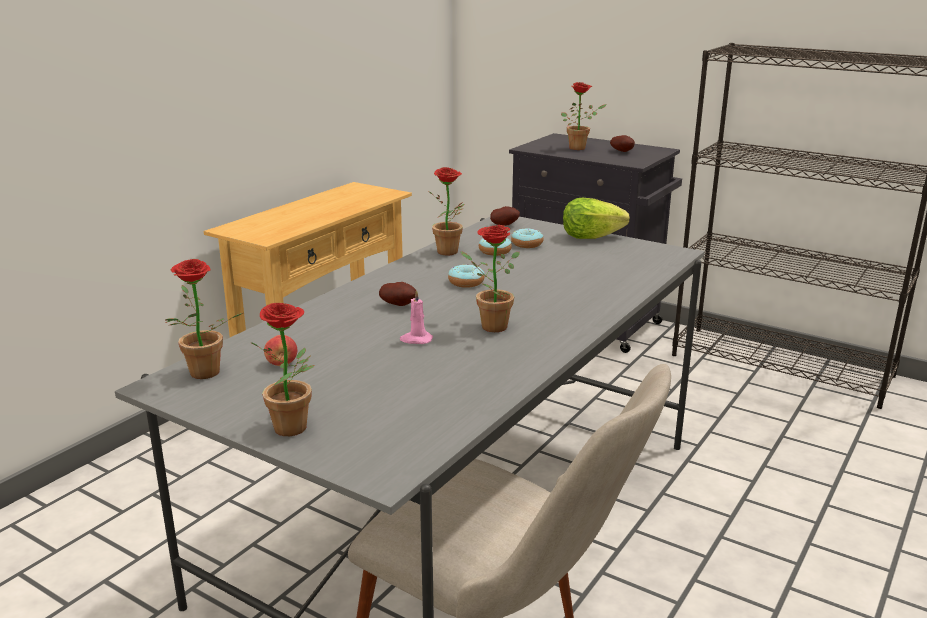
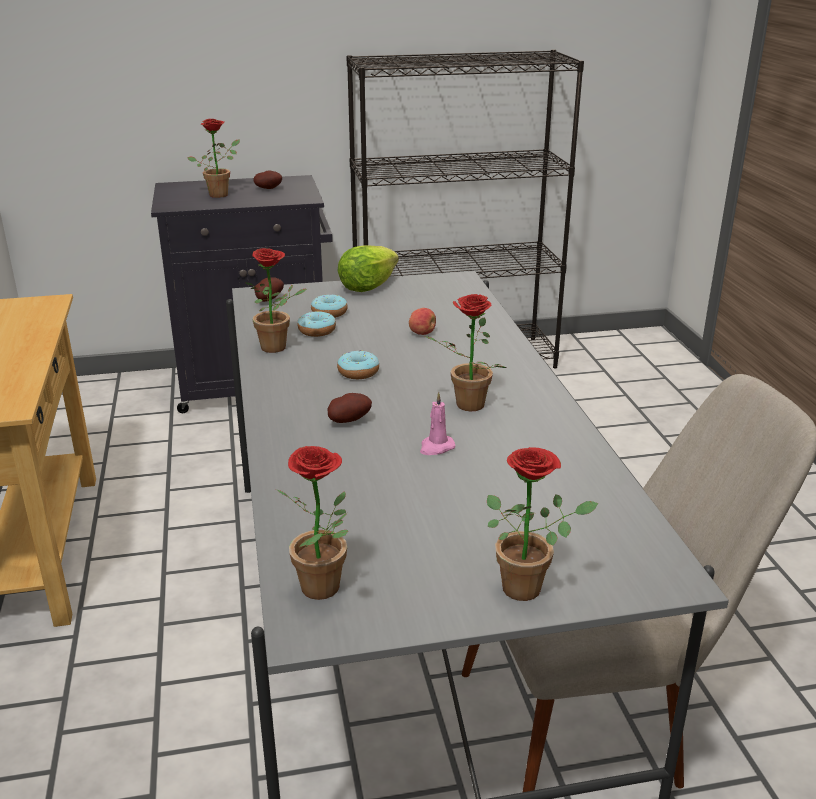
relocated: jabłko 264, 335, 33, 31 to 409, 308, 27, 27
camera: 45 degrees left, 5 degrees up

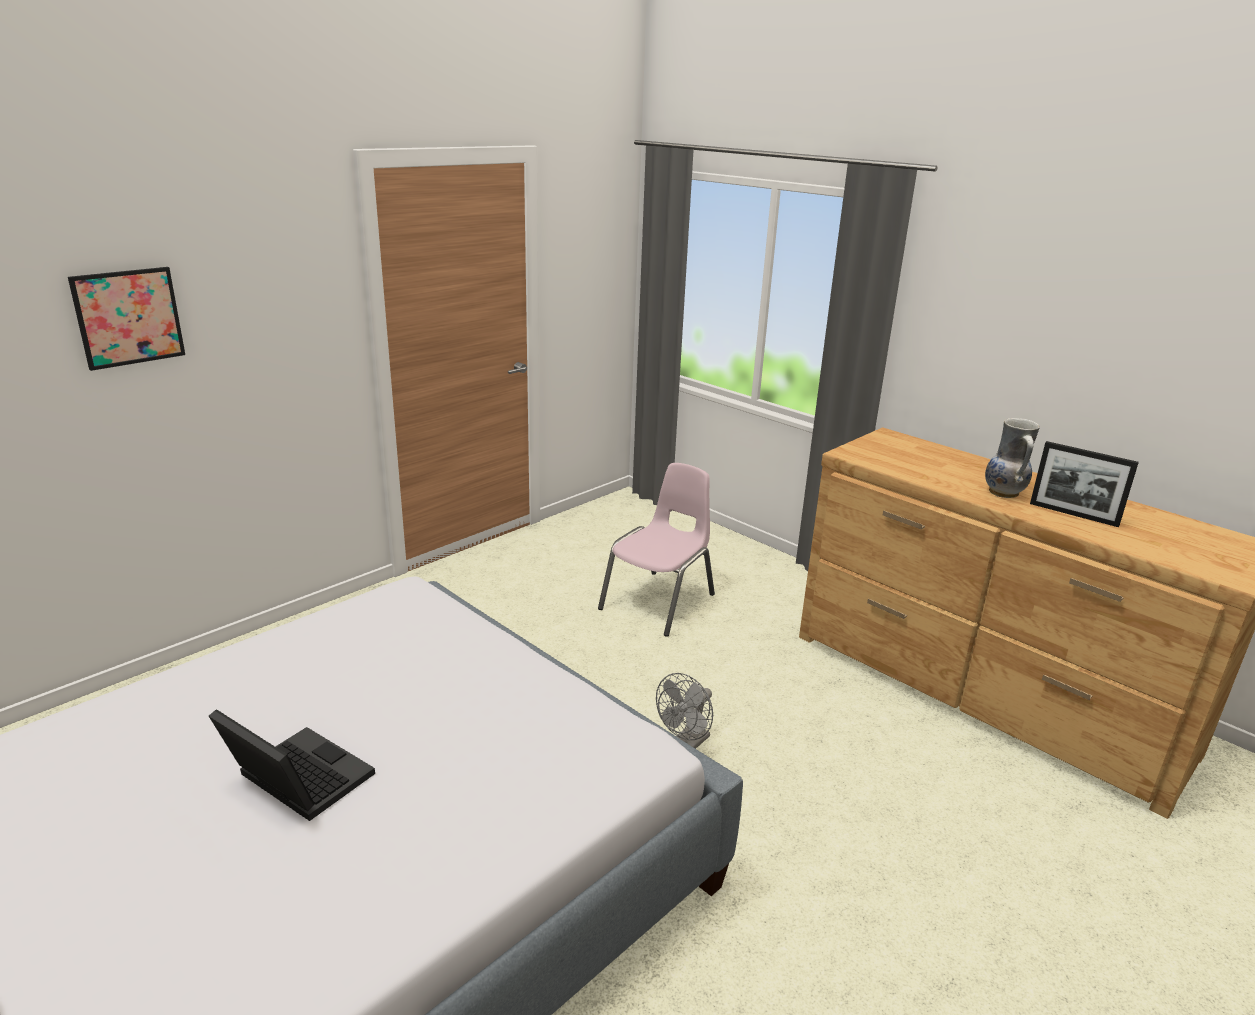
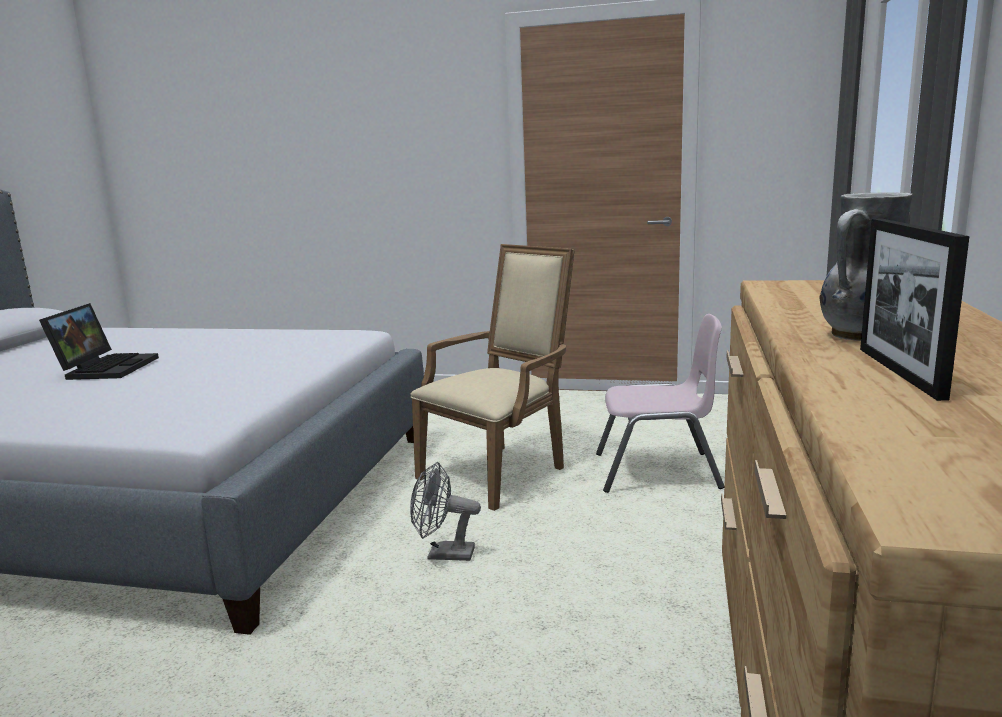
missing: obraz 68, 267, 117, 104
appeared: fotel/beżowy 410, 244, 165, 267
camera: 60 degrees right, 10 degrees down

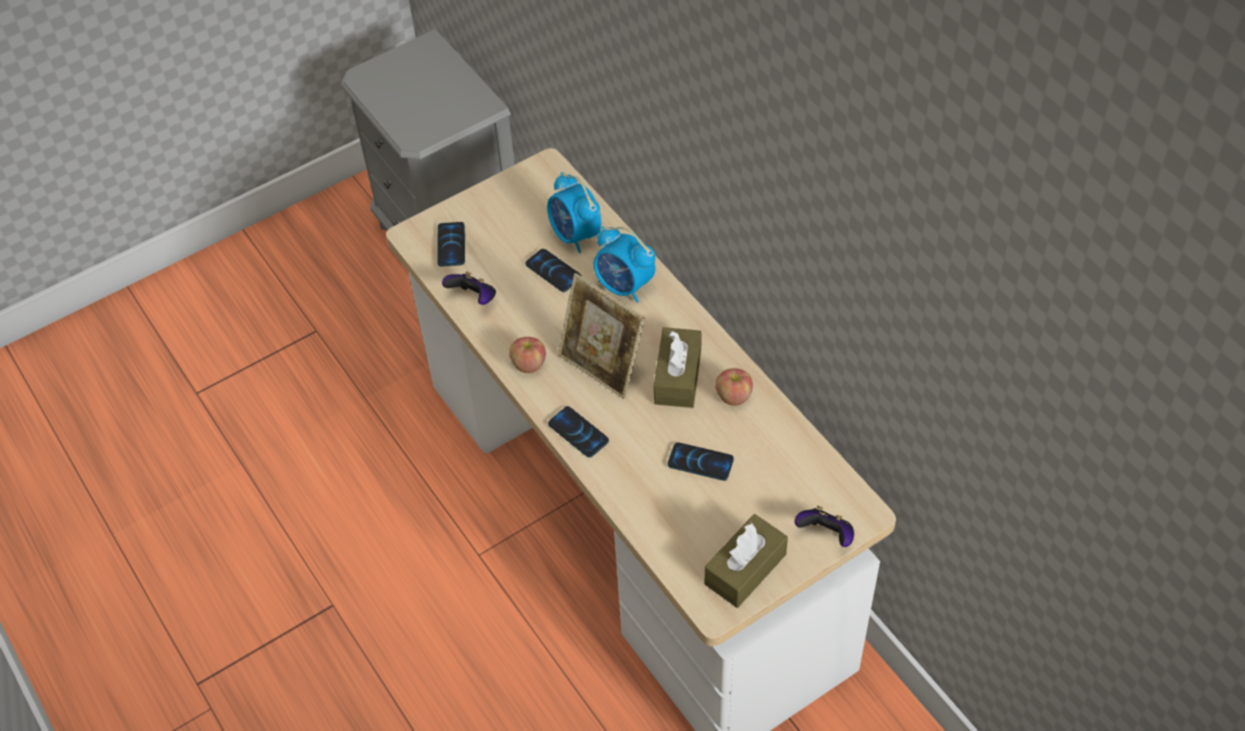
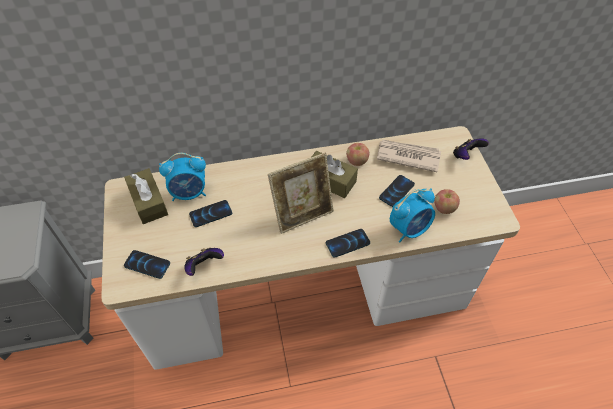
appeared: gazeta 377, 140, 64, 32
relocated: jabłko 509, 337, 37, 36 to 434, 189, 26, 25; budzik 594, 226, 61, 77 to 390, 188, 45, 54; pudełko chusteczek/brązowy 704, 514, 84, 94 to 124, 168, 44, 56
camera: 70 degrees left, 0 degrees up

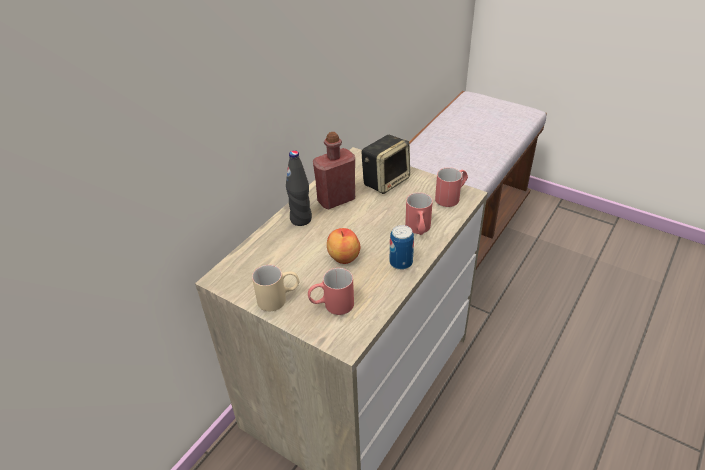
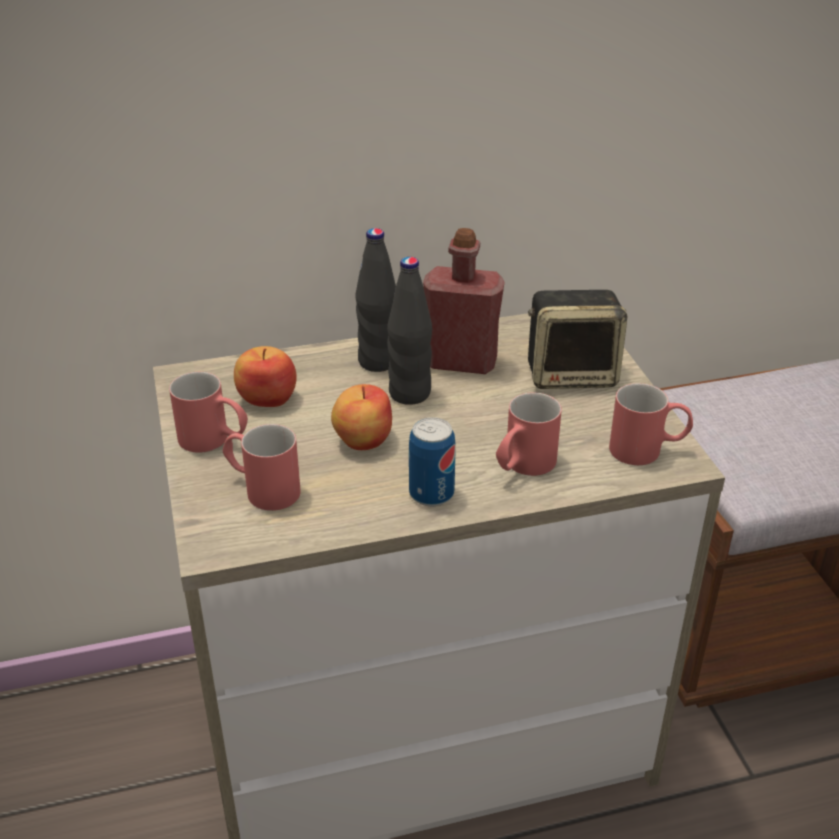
appeared: jabłko 234, 346, 63, 61; butelka/czarny 387, 257, 45, 148
colour: kubek/beżowy 252, 265, 47, 46 to kubek/czerwony 169, 372, 79, 81
camera: 40 degrees right, 5 degrees down

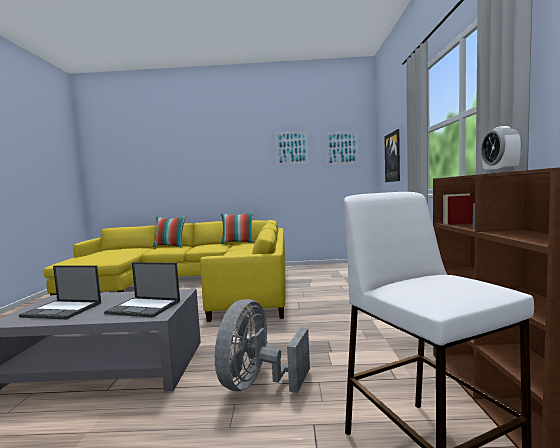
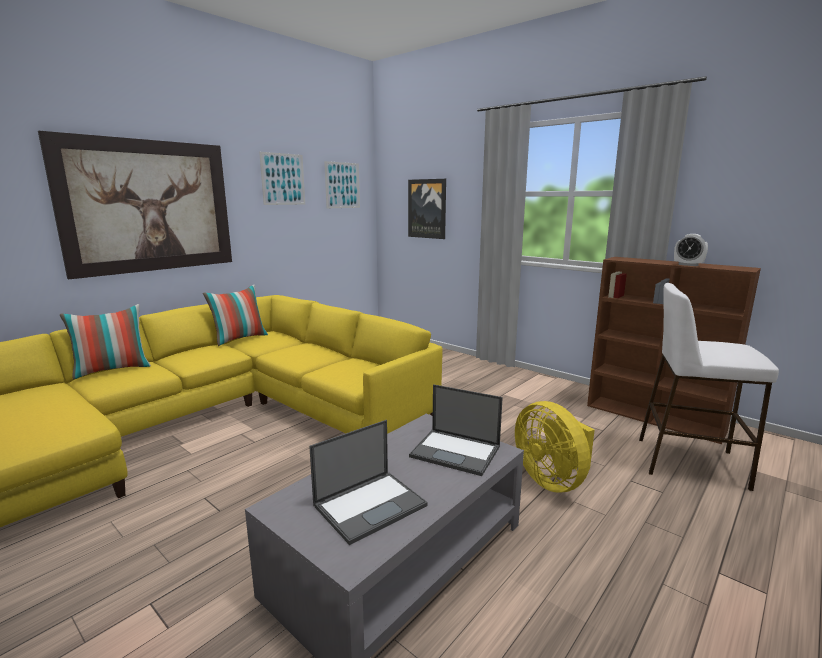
appeared: obraz 38, 131, 194, 148
colour: wentylator/szary 215, 299, 95, 94 to wentylator/żółty 515, 401, 80, 92
spun: laptop 104, 262, 76, 56 = 409, 384, 94, 92 60 degrees clockwise
camera: 50 degrees left, 10 degrees up

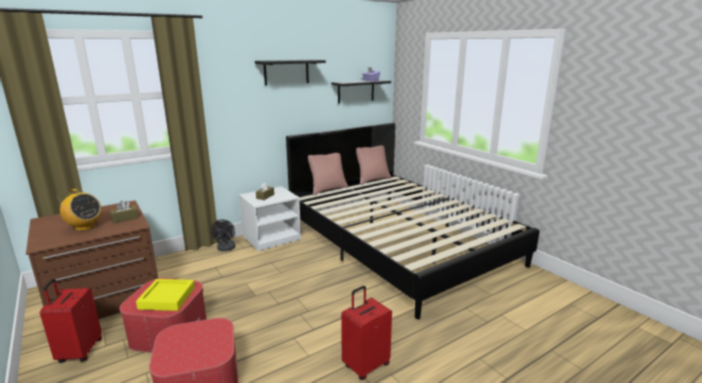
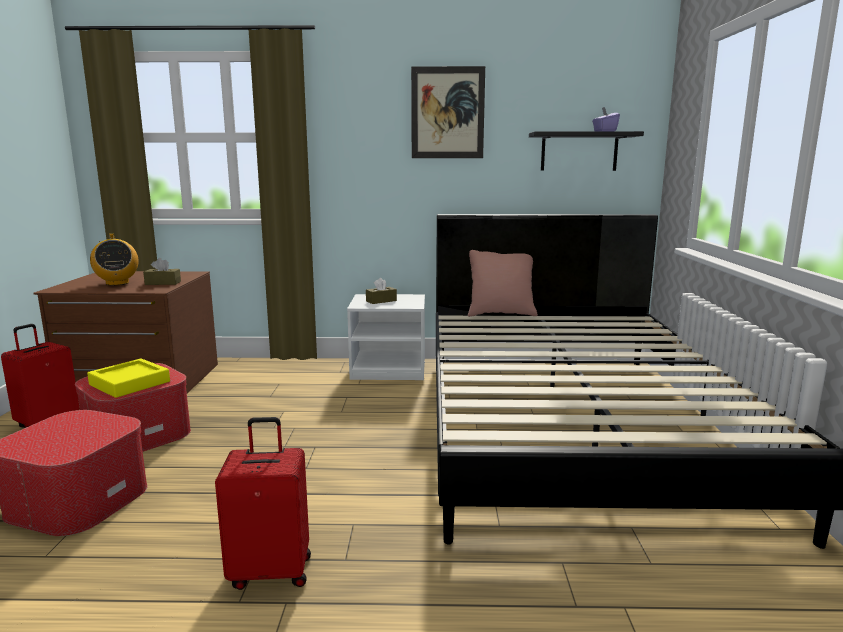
missing: wentylator/czarny 210, 220, 26, 31; poduszka/różowy 356, 145, 35, 40
exchanged: półka/czarny 255, 60, 71, 26 to obraz 411, 66, 74, 92
camera: 35 degrees right, 5 degrees down

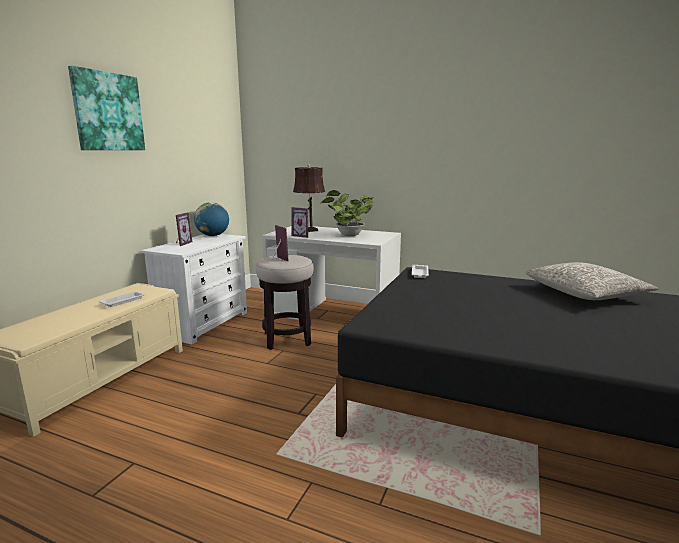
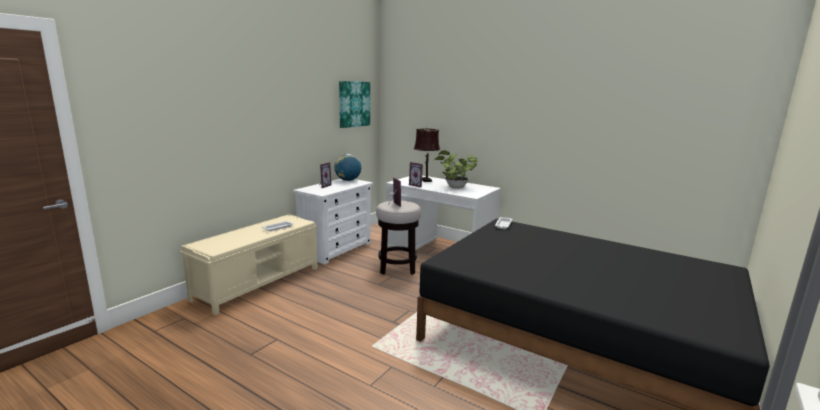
missing: poduszka/szary 526, 262, 133, 38
relocated: obraz 68, 66, 77, 84 to 339, 81, 31, 47
camera: 10 degrees right, 0 degrees up

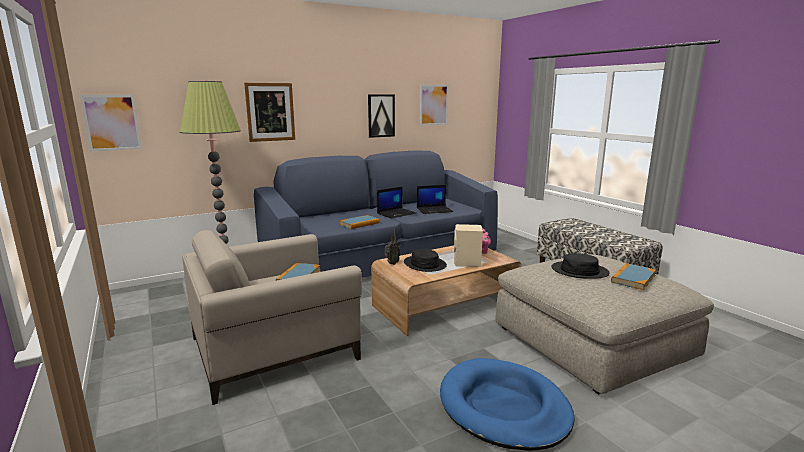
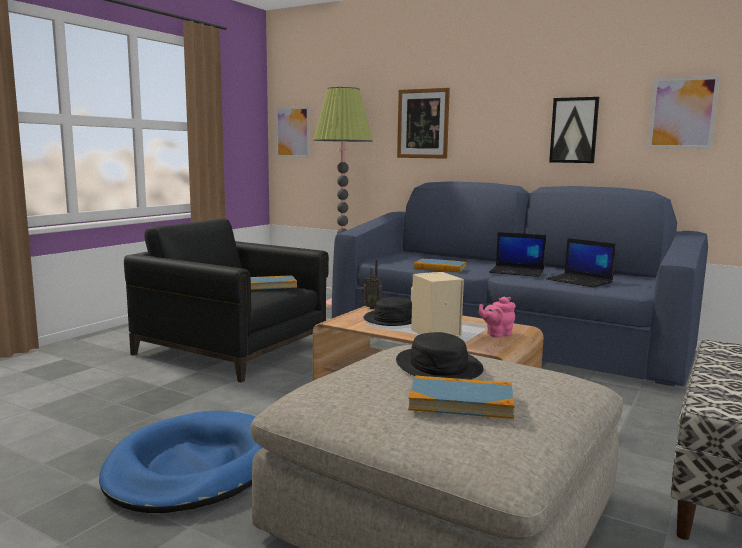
colour: fotel/beżowy 182, 230, 180, 175 to fotel/czarny 124, 218, 205, 165
camera: 60 degrees right, 5 degrees down

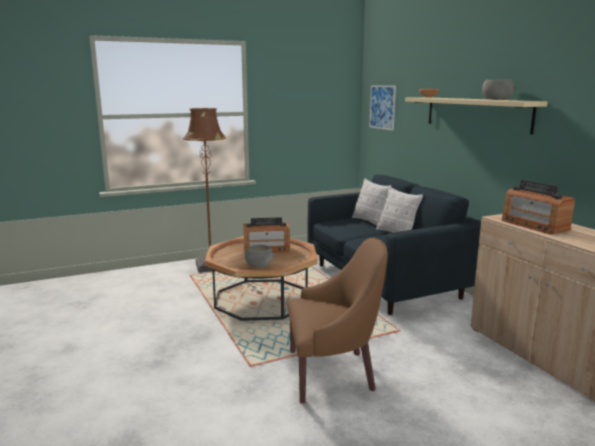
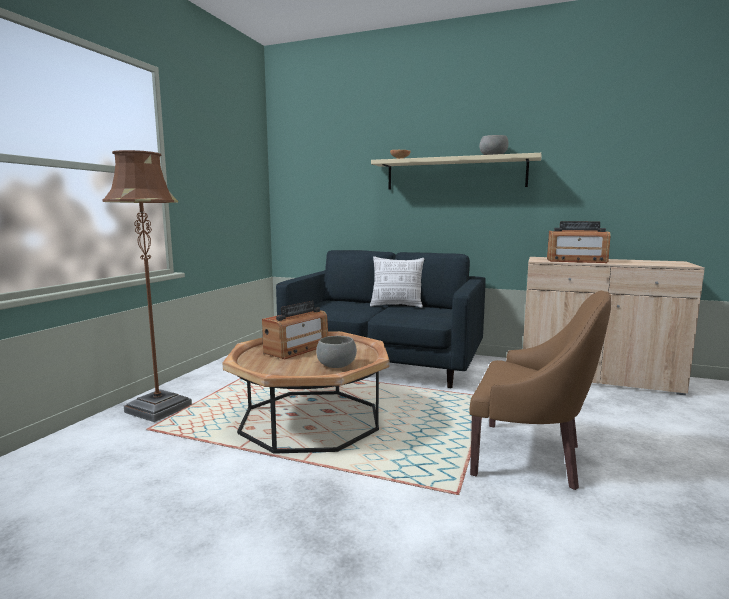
missing: poduszka 352, 178, 40, 48; obraz 369, 86, 27, 44
spun: fotel/brązowy 288, 238, 100, 165 = 469, 291, 142, 199 75 degrees clockwise
camera: 45 degrees left, 5 degrees down

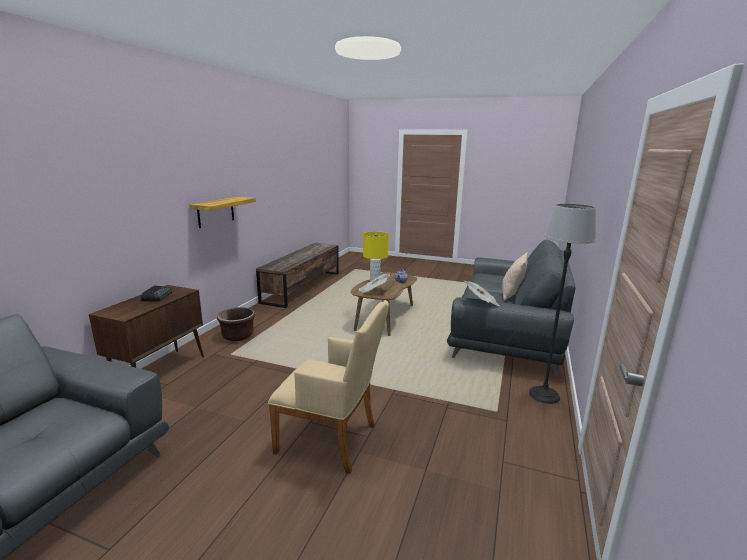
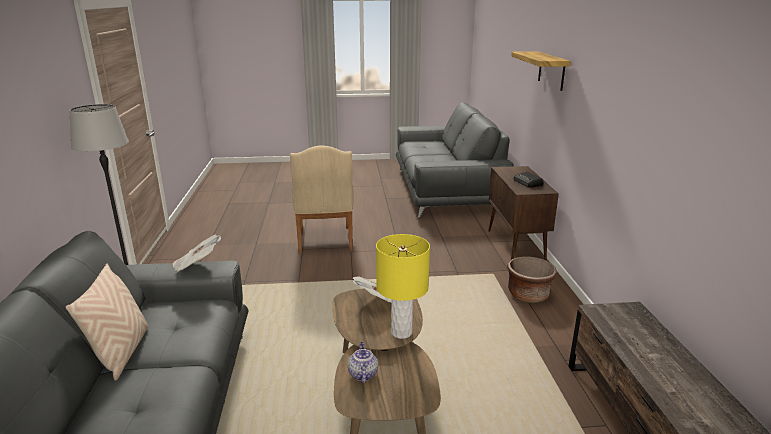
relocated: półka 190, 197, 66, 31 to 511, 51, 60, 40
spun: fotel/beżowy 268, 300, 121, 174 = 290, 145, 63, 109 90 degrees counterclockwise
camera: 155 degrees right, 5 degrees up

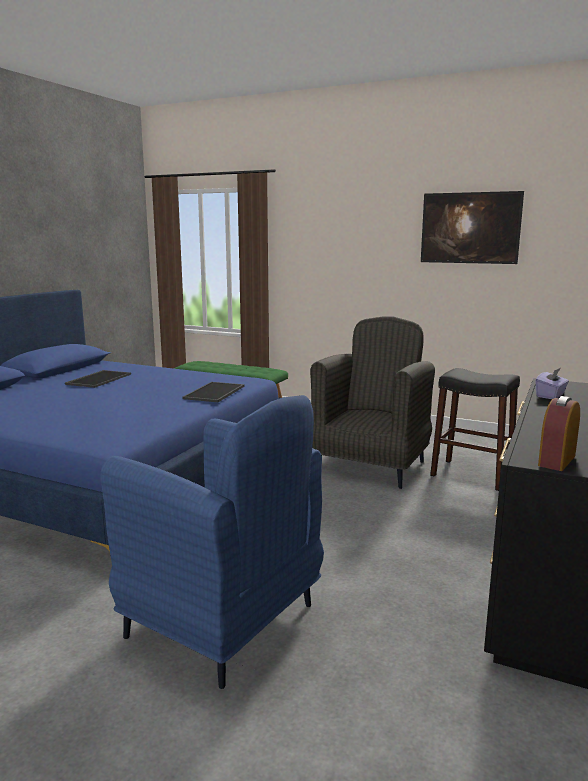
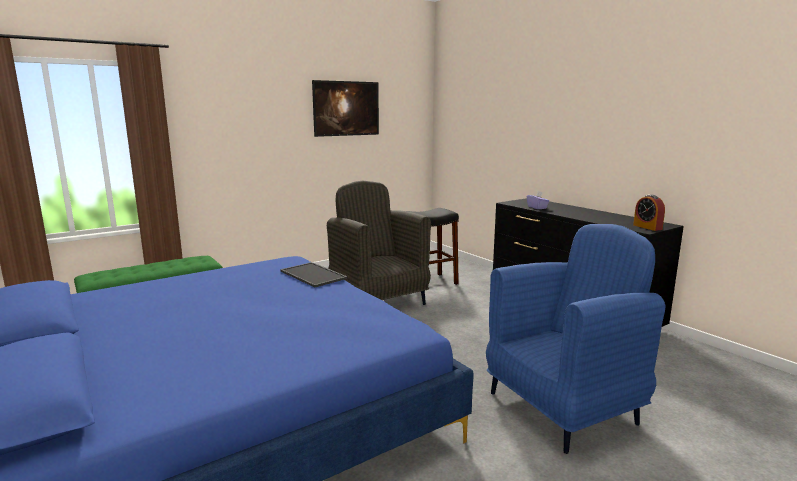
missing: taca 65, 370, 66, 18
camera: 60 degrees left, 0 degrees up

